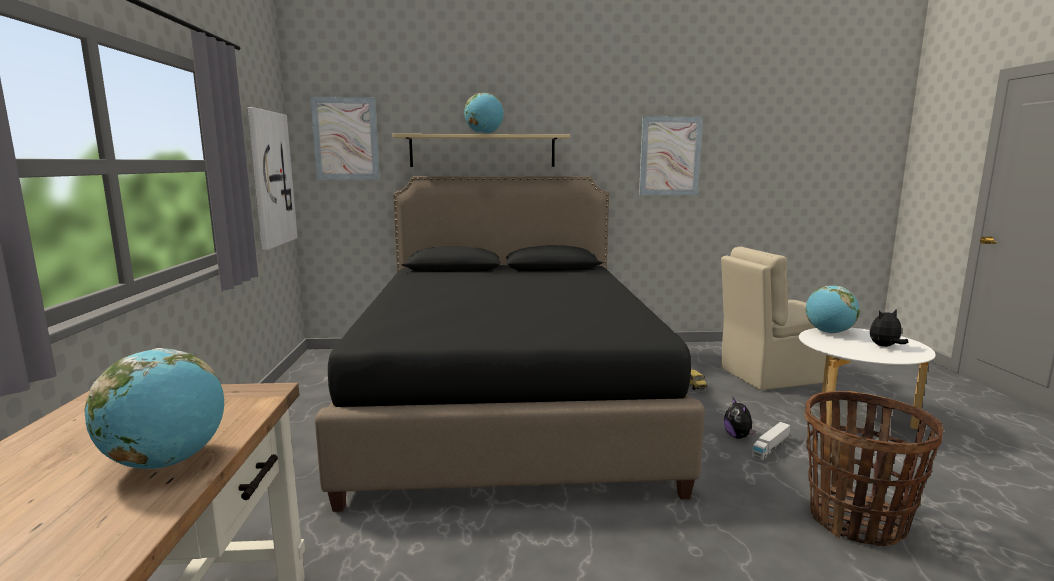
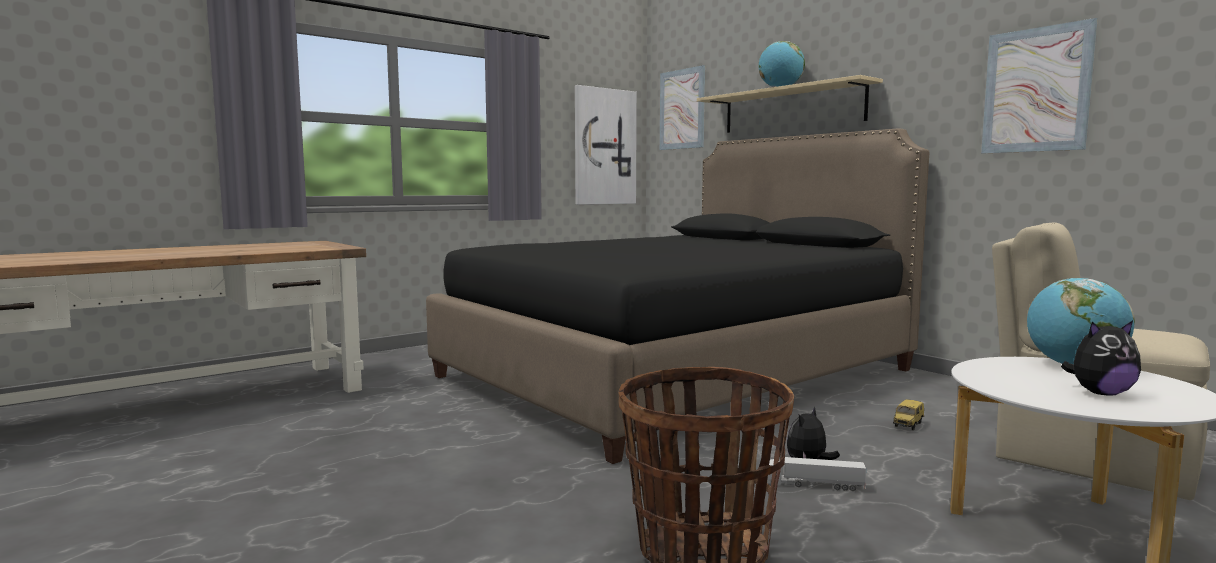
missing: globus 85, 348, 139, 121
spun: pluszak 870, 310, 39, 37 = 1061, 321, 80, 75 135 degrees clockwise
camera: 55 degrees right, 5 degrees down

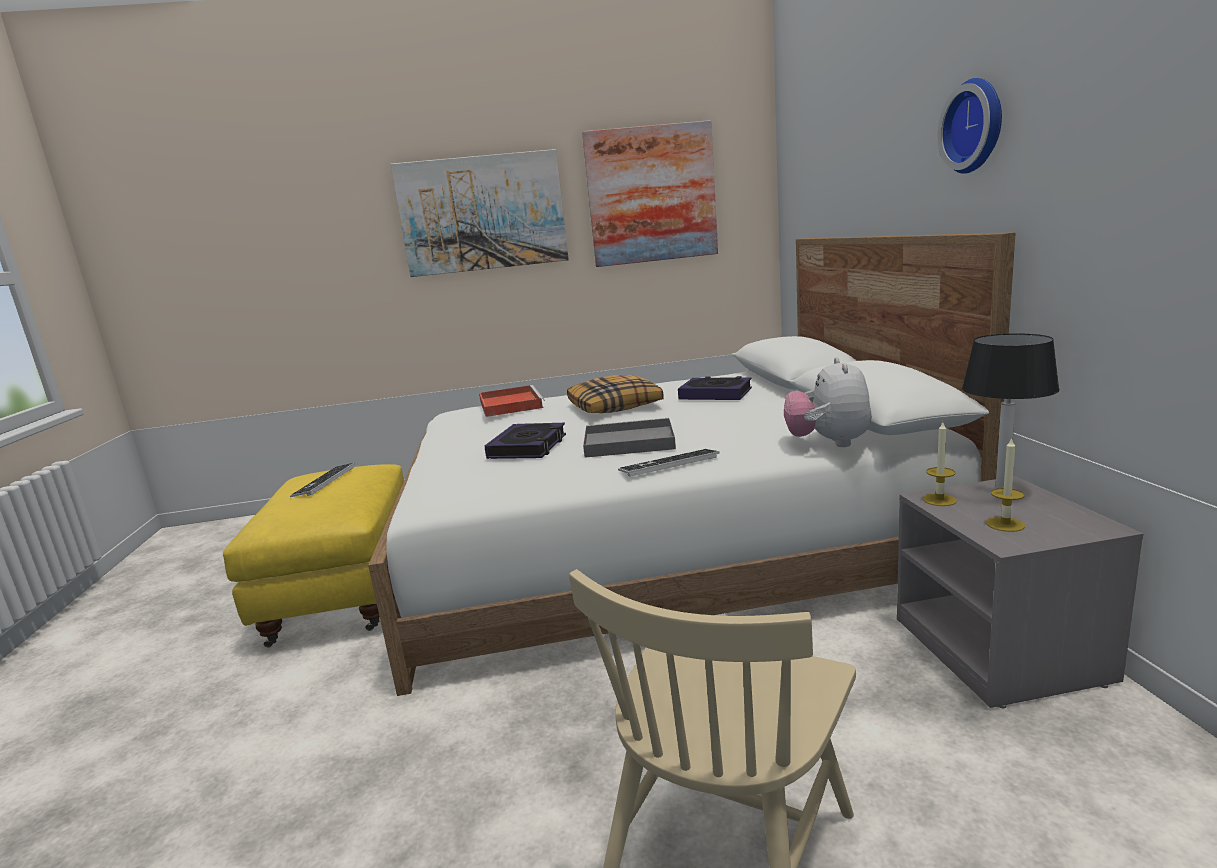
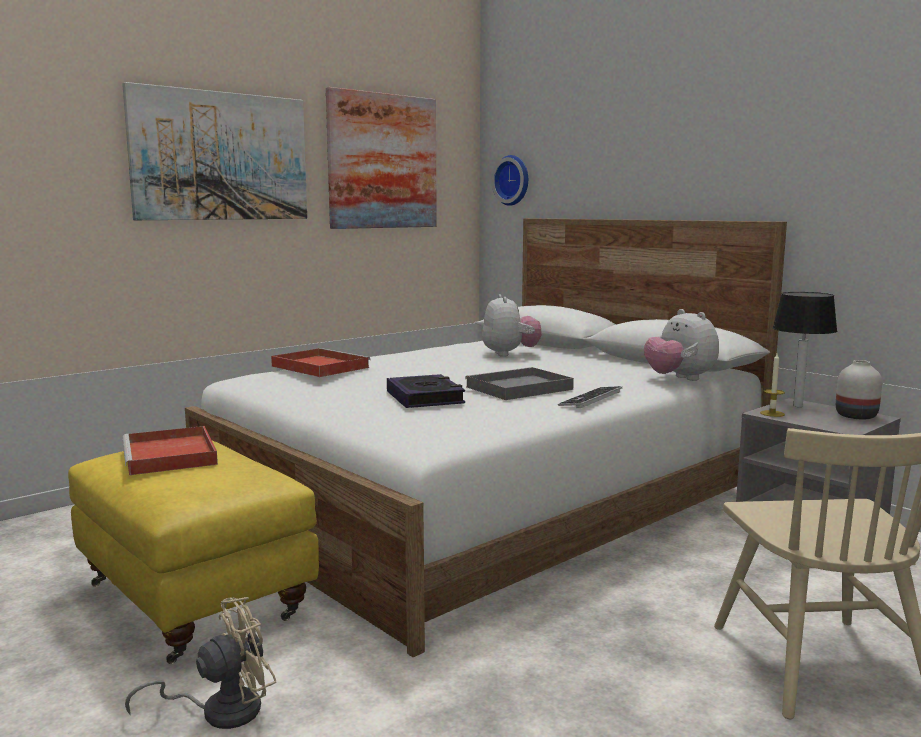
missing: poduszka 567, 375, 97, 38; świeca 986, 437, 39, 95
appeared: wentylator/beżowy 125, 597, 152, 132; wazon/biały 836, 360, 46, 59
relocated: zegar ścienny 938, 78, 64, 96 to 492, 155, 36, 51
exchanged: klawiatura 290, 463, 65, 34 to taca/czerwony 122, 426, 96, 49; książka 678, 376, 74, 24 to pluszak 482, 294, 60, 63
camera: 35 degrees left, 5 degrees down

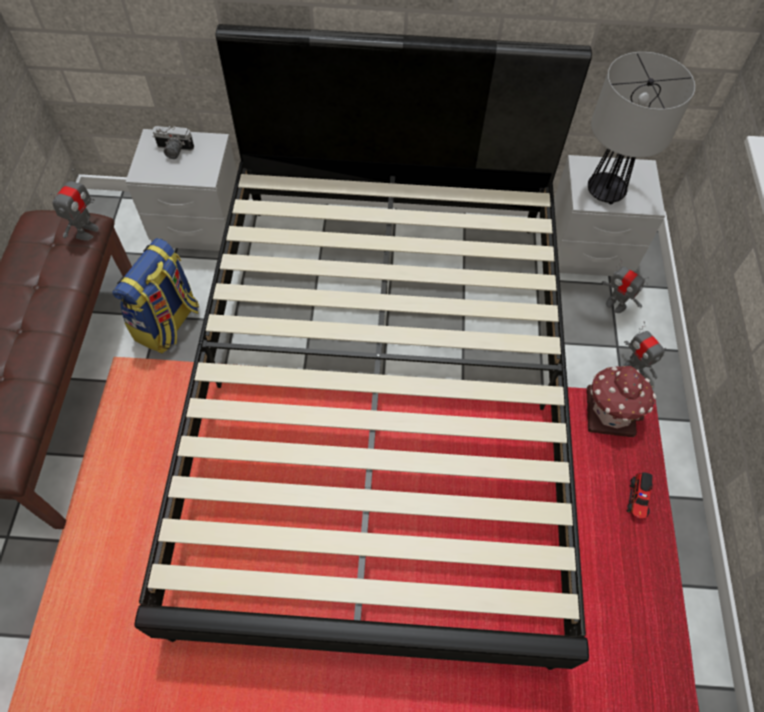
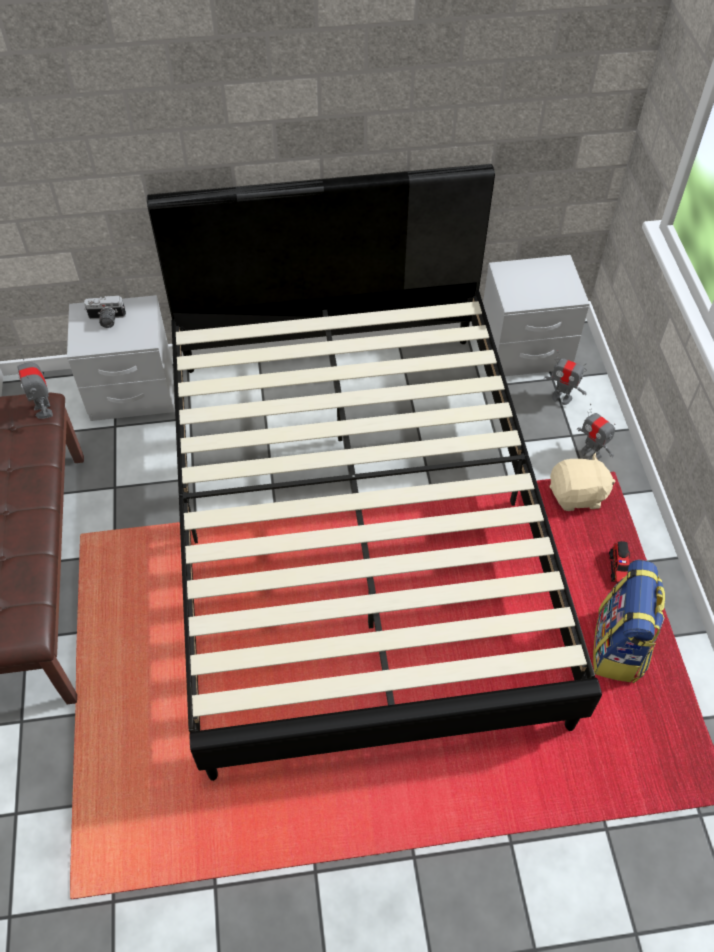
missing: lampa stołowa 588, 52, 107, 152
relocated: plecak 112, 238, 87, 115 to 593, 560, 72, 123
exchanged: domek 587, 366, 69, 71 to pluszak/beżowy 550, 453, 66, 58
spun: robot zabawkowy 50, 169, 49, 71 = 17, 349, 36, 70 150 degrees clockwise
camera: 10 degrees left, 5 degrees down

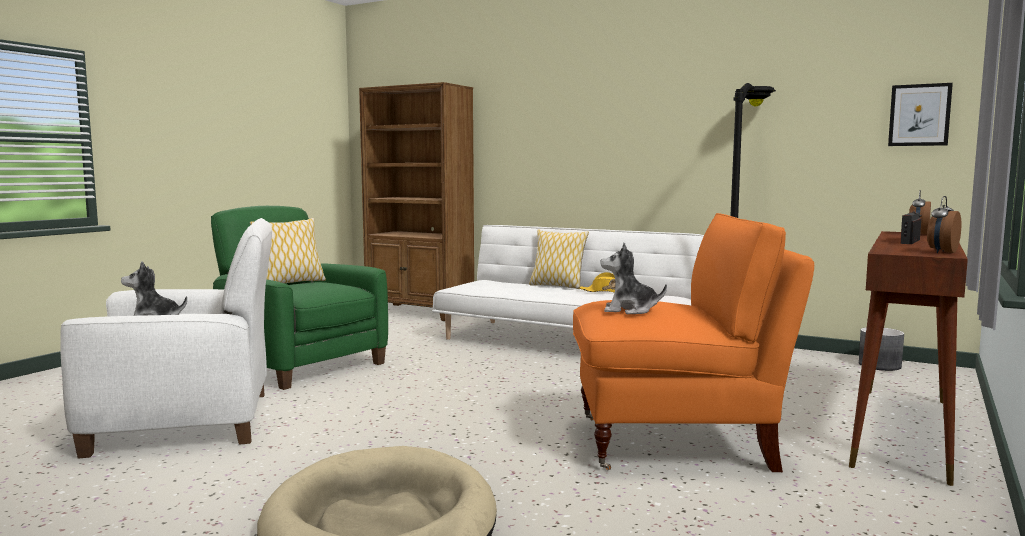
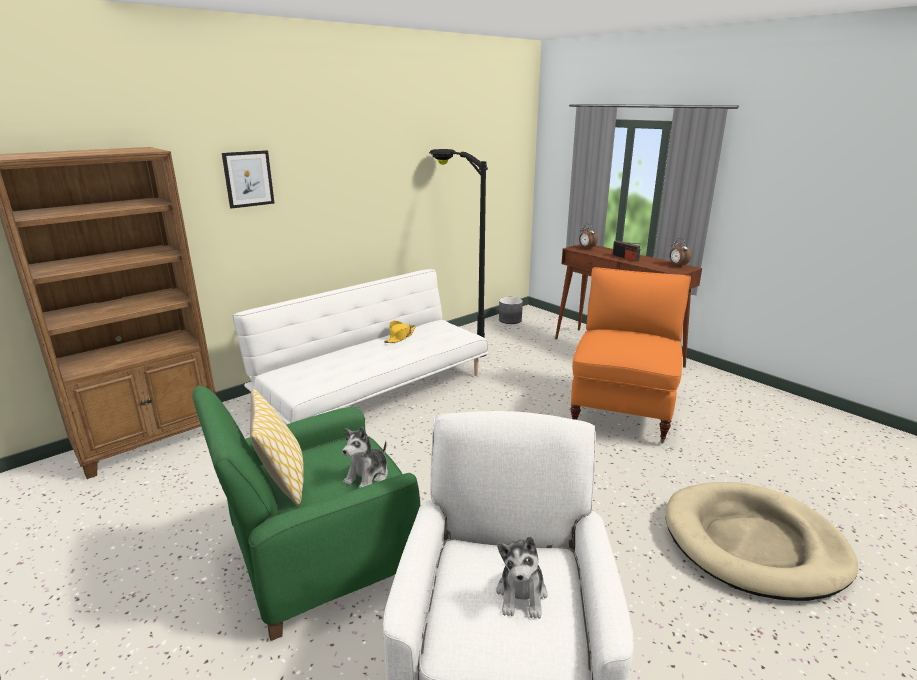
missing: poduszka 529, 230, 60, 59
relocated: pluszak 600, 243, 67, 71 to 342, 427, 46, 61; obraz 888, 83, 65, 63 to 222, 150, 53, 59
camera: 70 degrees left, 15 degrees up

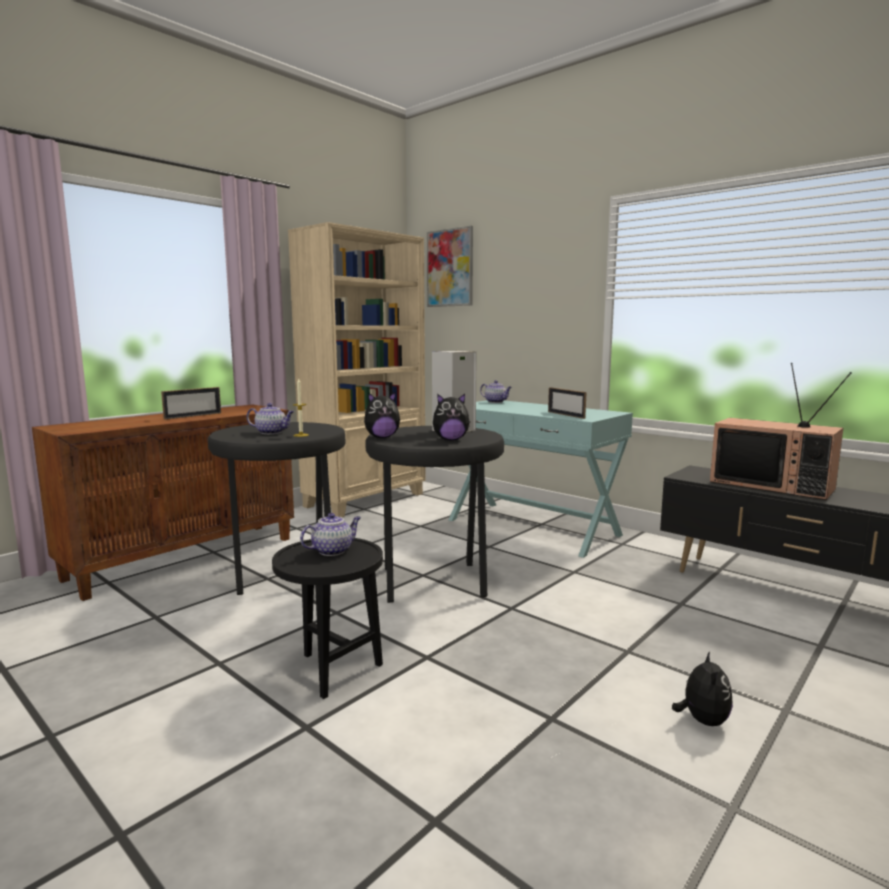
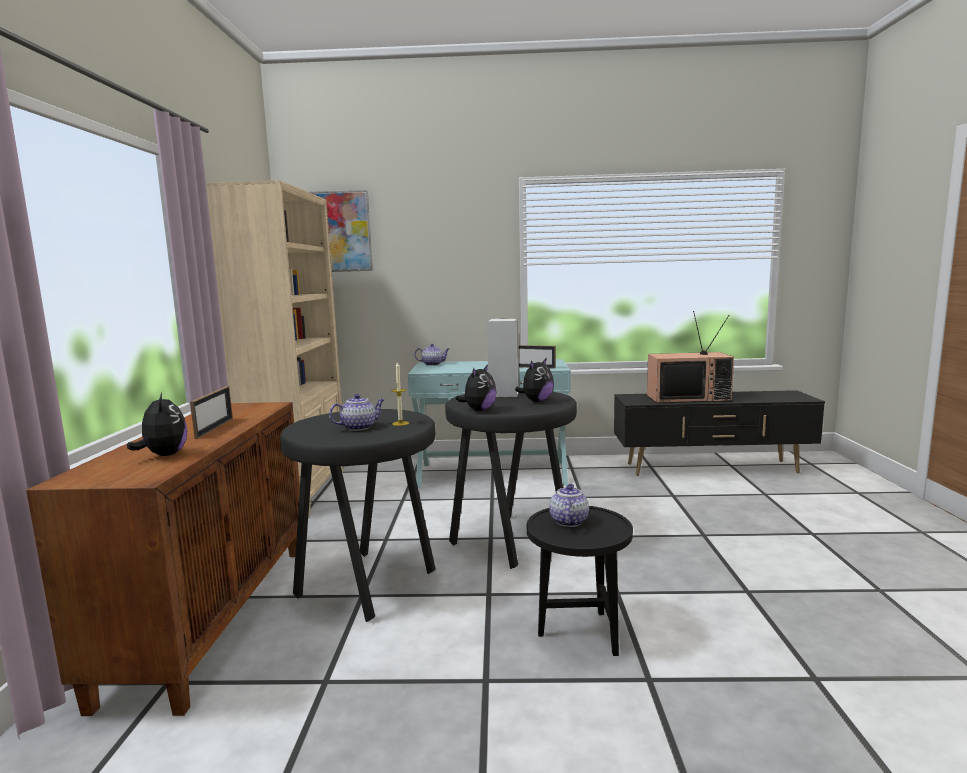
relocated: pluszak 672, 651, 61, 75 to 127, 393, 61, 63
camera: 40 degrees left, 0 degrees up

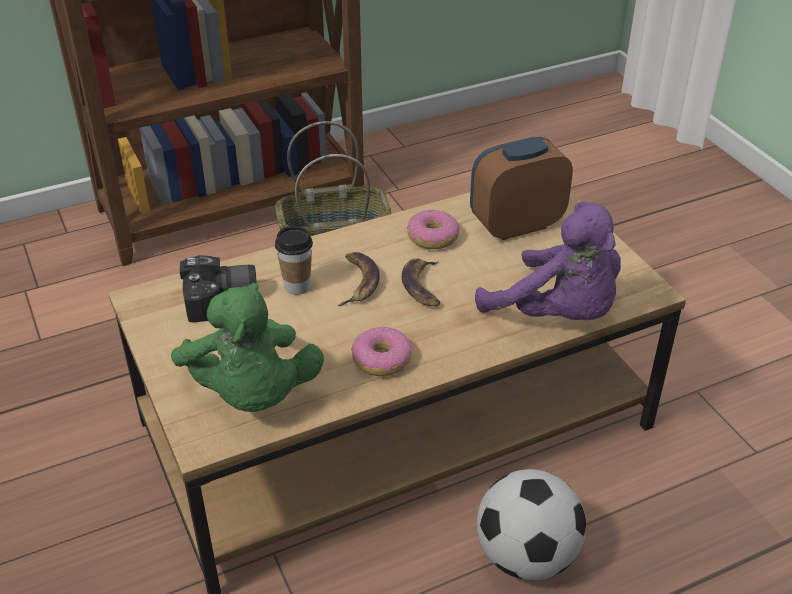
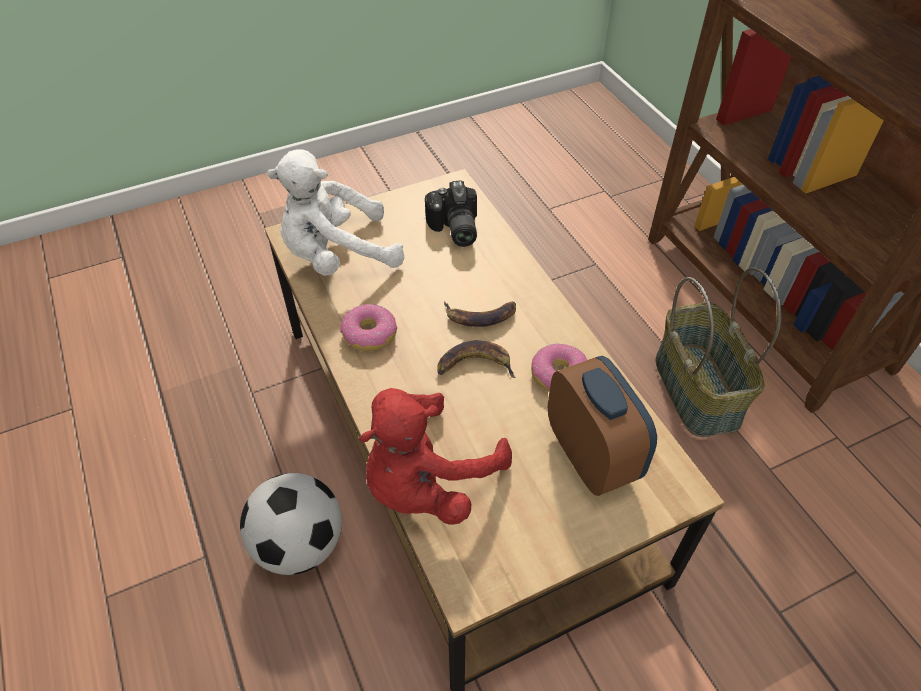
missing: filiżanka 275, 226, 38, 69
colour: pluszak/zielony 171, 283, 153, 129 to pluszak/biały 267, 149, 138, 127; pluszak/fioletowy 475, 202, 146, 118 to pluszak/czerwony 359, 388, 153, 137
camera: 90 degrees right, 10 degrees up

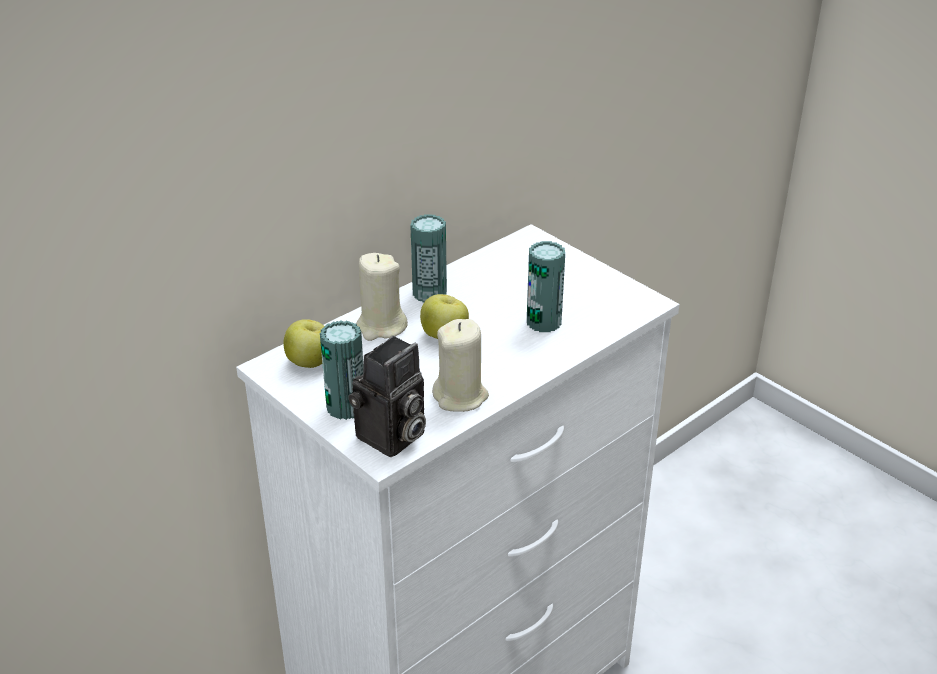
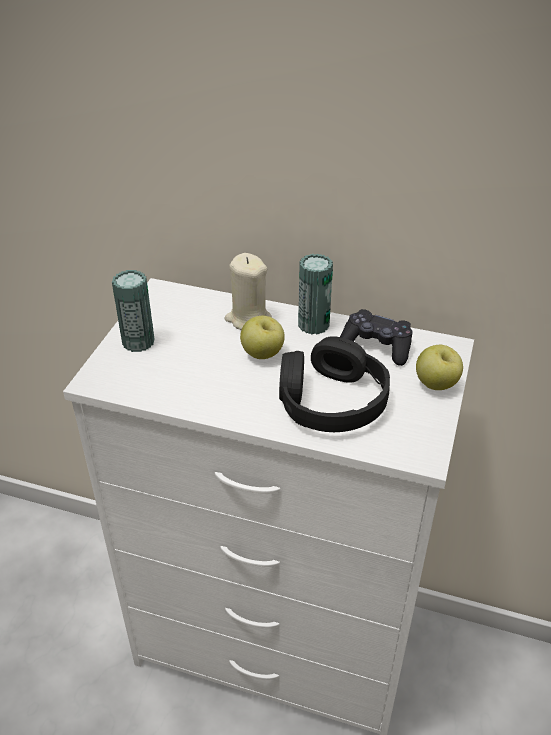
missing: aparat fotograficzny 349, 336, 77, 121; świeca/beżowy 432, 319, 57, 93
appeared: pad do gier/czarny 340, 309, 73, 57
relocated: jabłko 283, 319, 41, 49 to 416, 345, 47, 45
exchanged: puszka 527, 241, 38, 91 to słuchawki/czarny 279, 336, 111, 96
camera: 60 degrees right, 5 degrees up

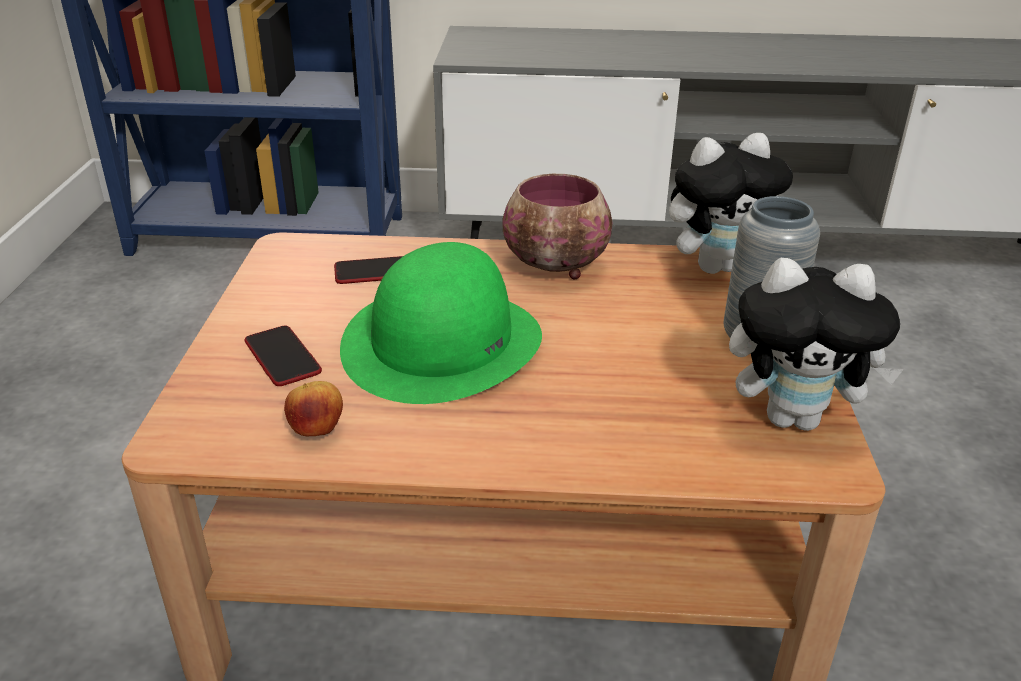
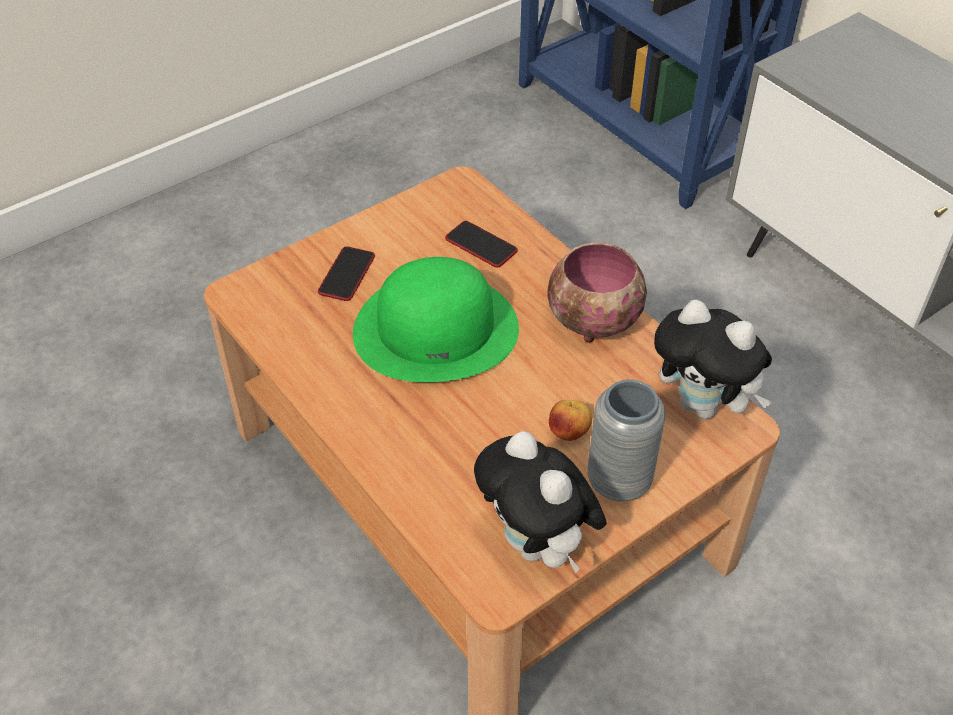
relocated: jabłko 284, 381, 59, 55 to 549, 400, 43, 41
camera: 50 degrees right, 15 degrees up

